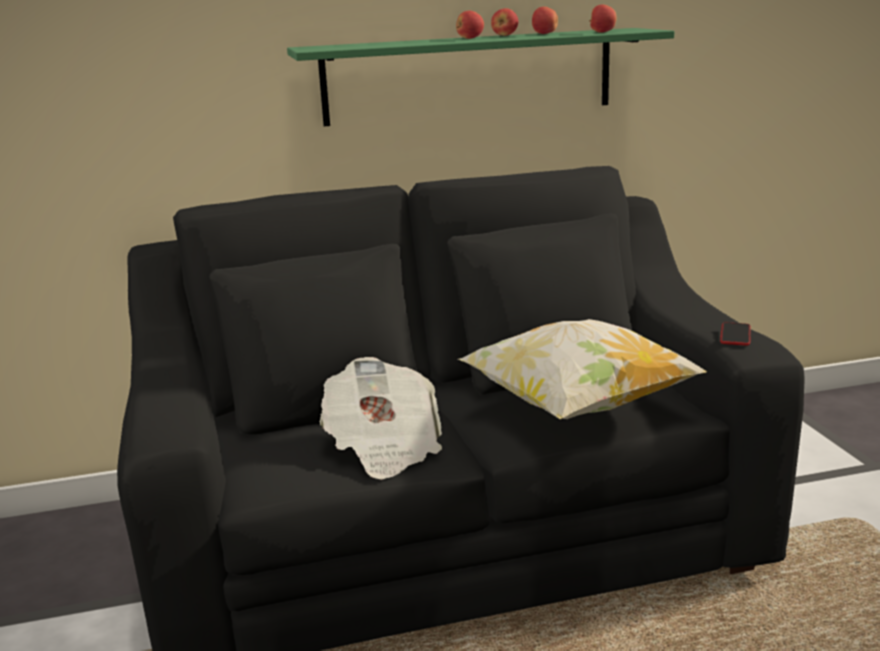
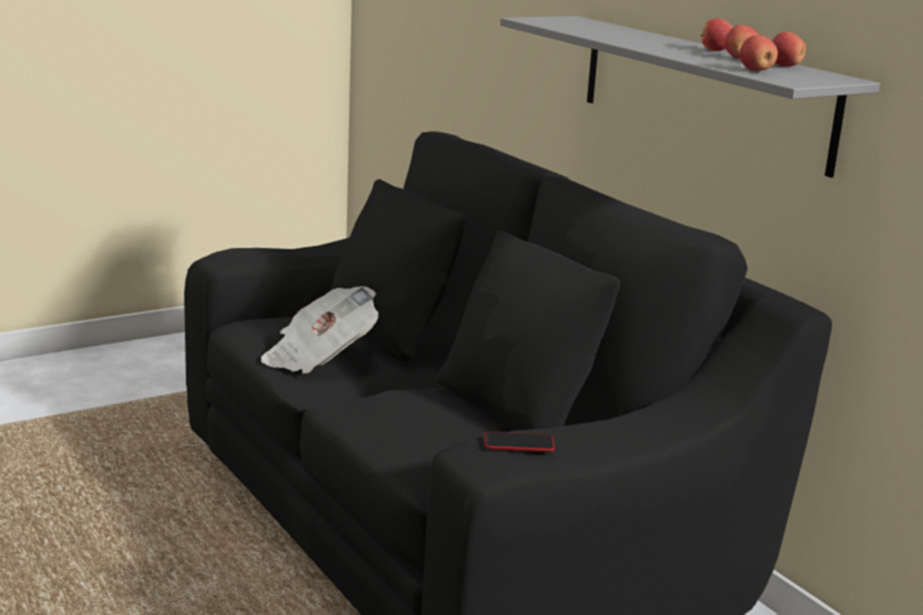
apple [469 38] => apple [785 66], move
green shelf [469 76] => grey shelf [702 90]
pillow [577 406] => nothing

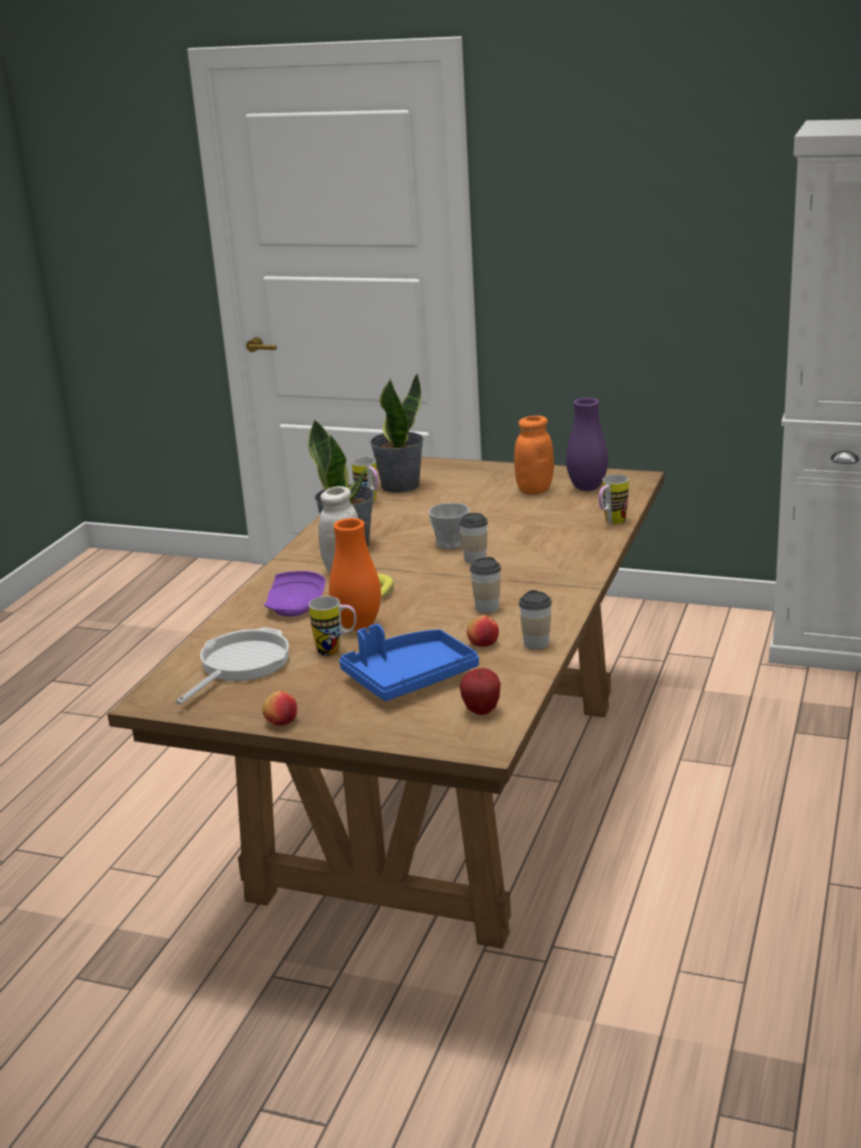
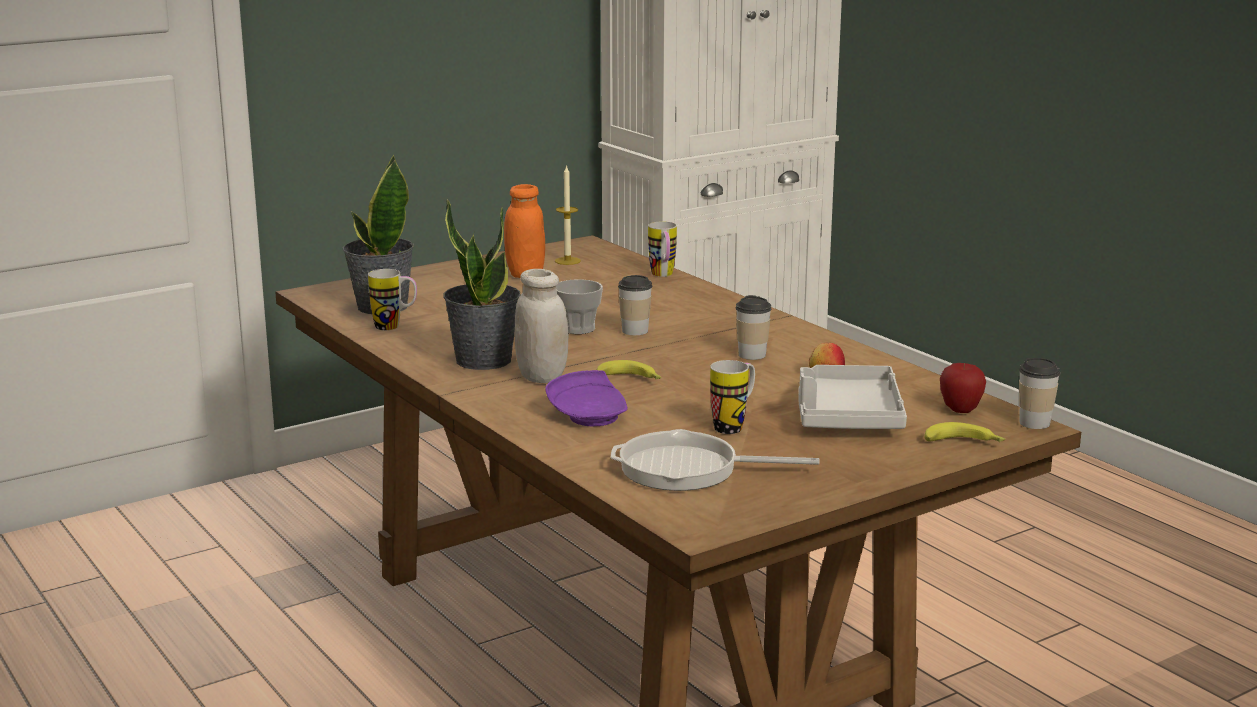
purple vase [587 488] => candle [567 261]
orange vase [358 626] => nothing
cup [536 643] => cup [1034 423], move
blue tray [409 678] => grey tray [847 416]
frying pan [240 665] => frying pan [687 469], 60 degrees counterclockwise
apple [281 721] => nothing
nothing => banana [965 443]

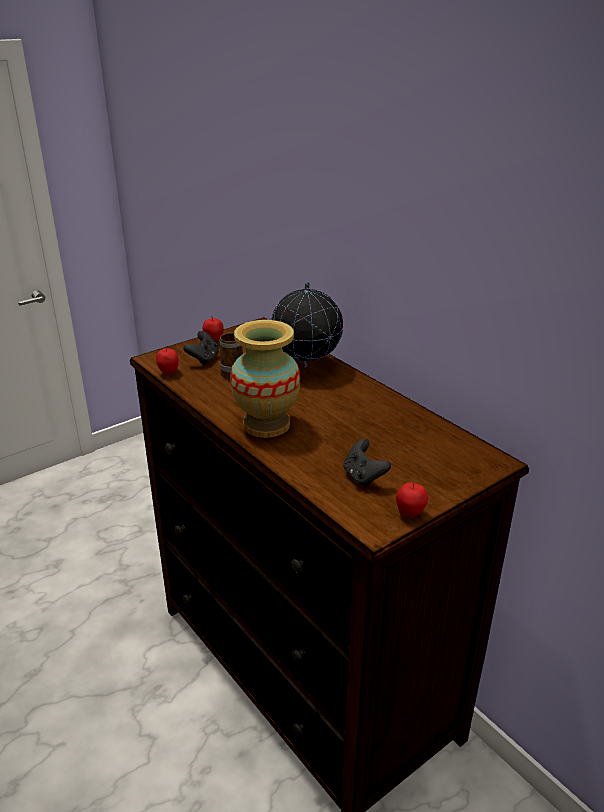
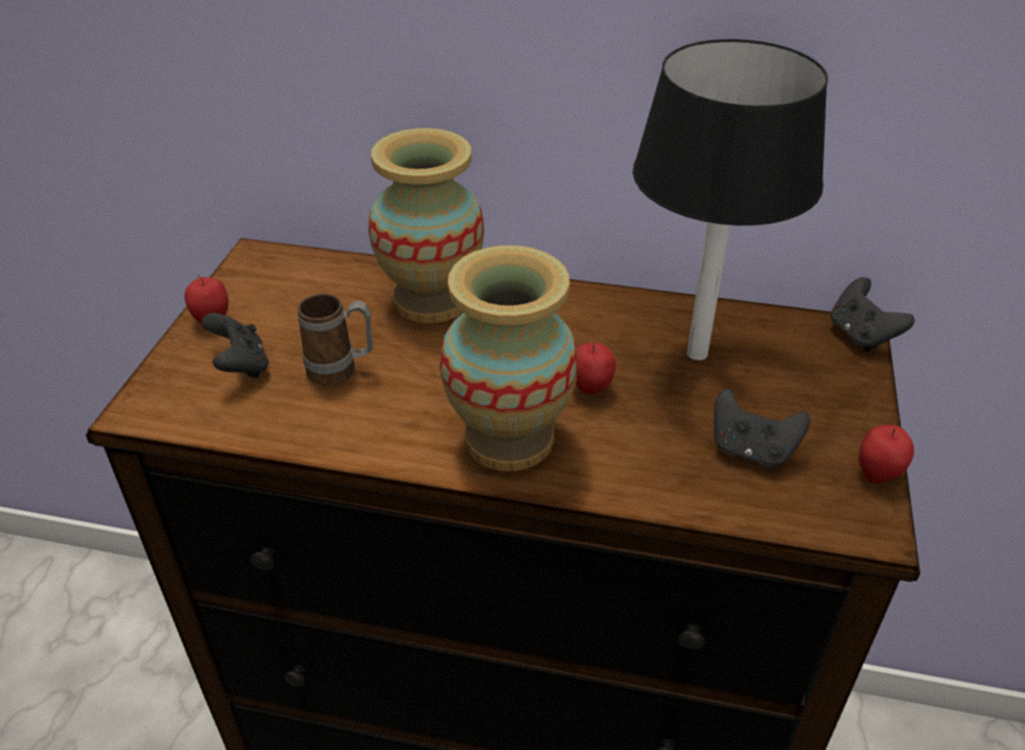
globe [307 366] => vase [431 300]
apple [168 373] => apple [590 389], move
nothing => black table lamp [698 353]
nothing => black game controller [861 335]

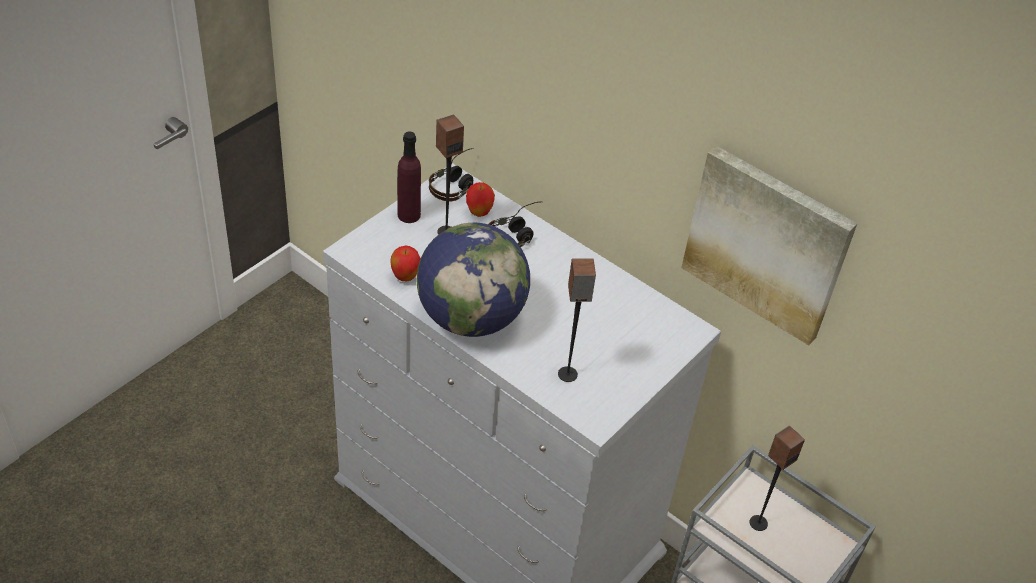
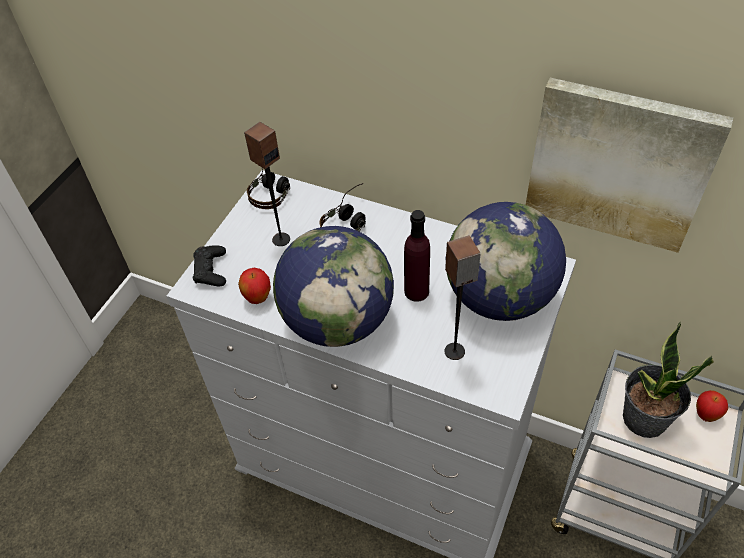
purple bottle [409 215] => purple bottle [416 291], move
apple [479 213] => apple [705 415], move
speaker [758 522] => potted plant [644 419]
nothing => globe [499 297]
nothing => black game controller [211 270]

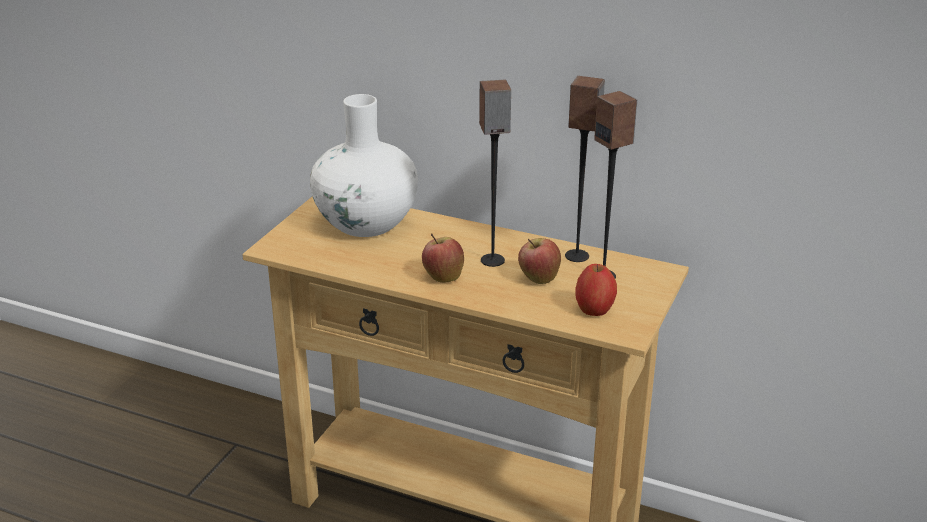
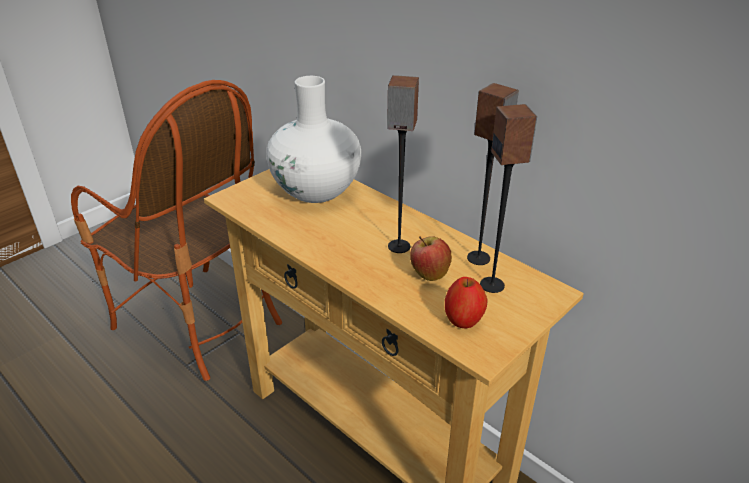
apple [443 277] => nothing
nothing => armchair [198 322]

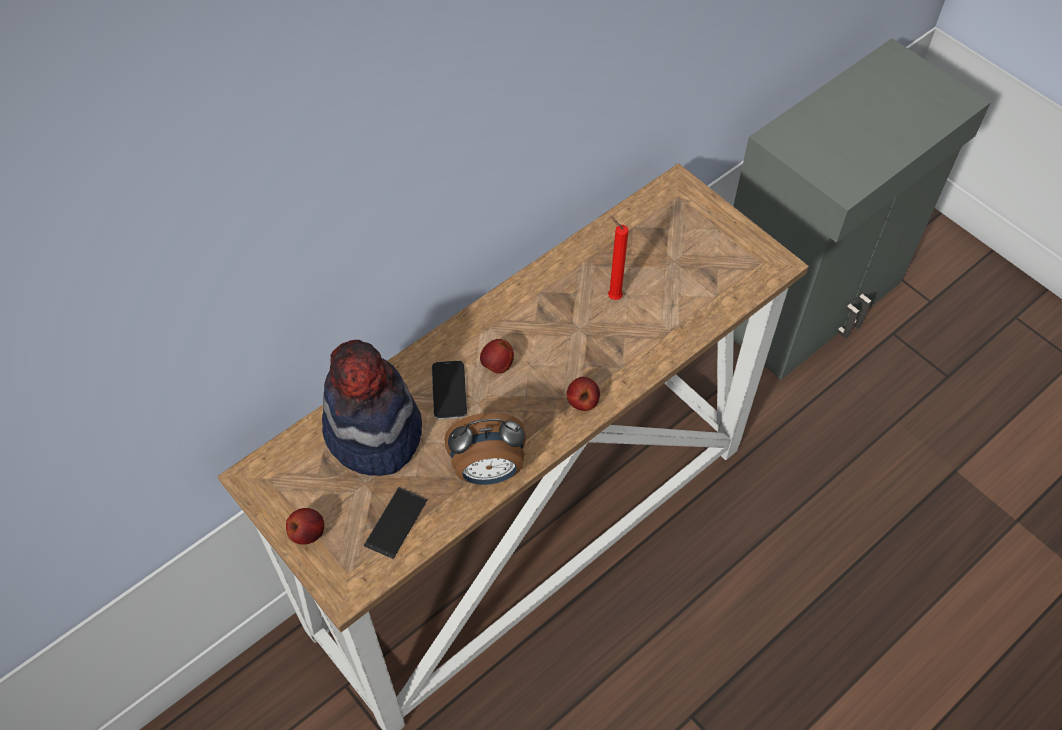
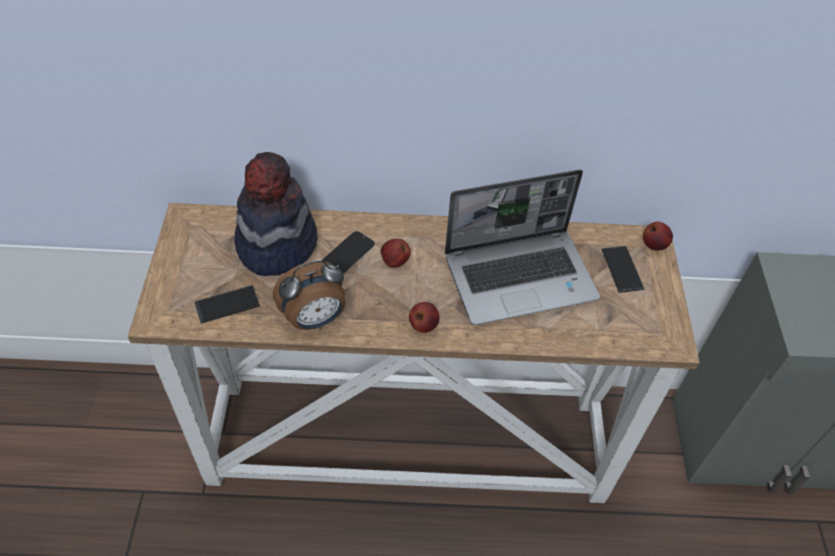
red candle [612 296] => laptop [521 276]
alarm clock [488 471] => alarm clock [314 319], 60 degrees counterclockwise
apple [308 533] => apple [654 245], move
nothing => phone [622 269]

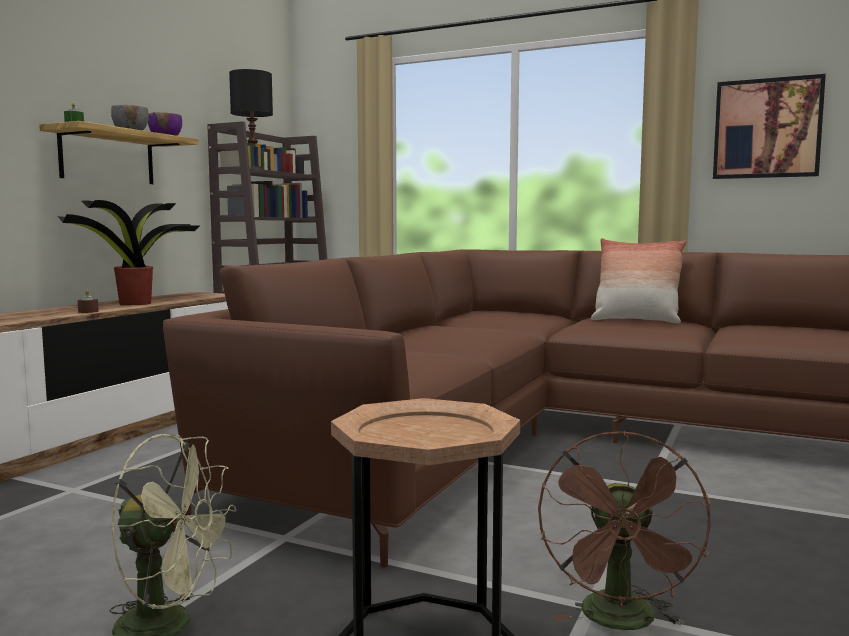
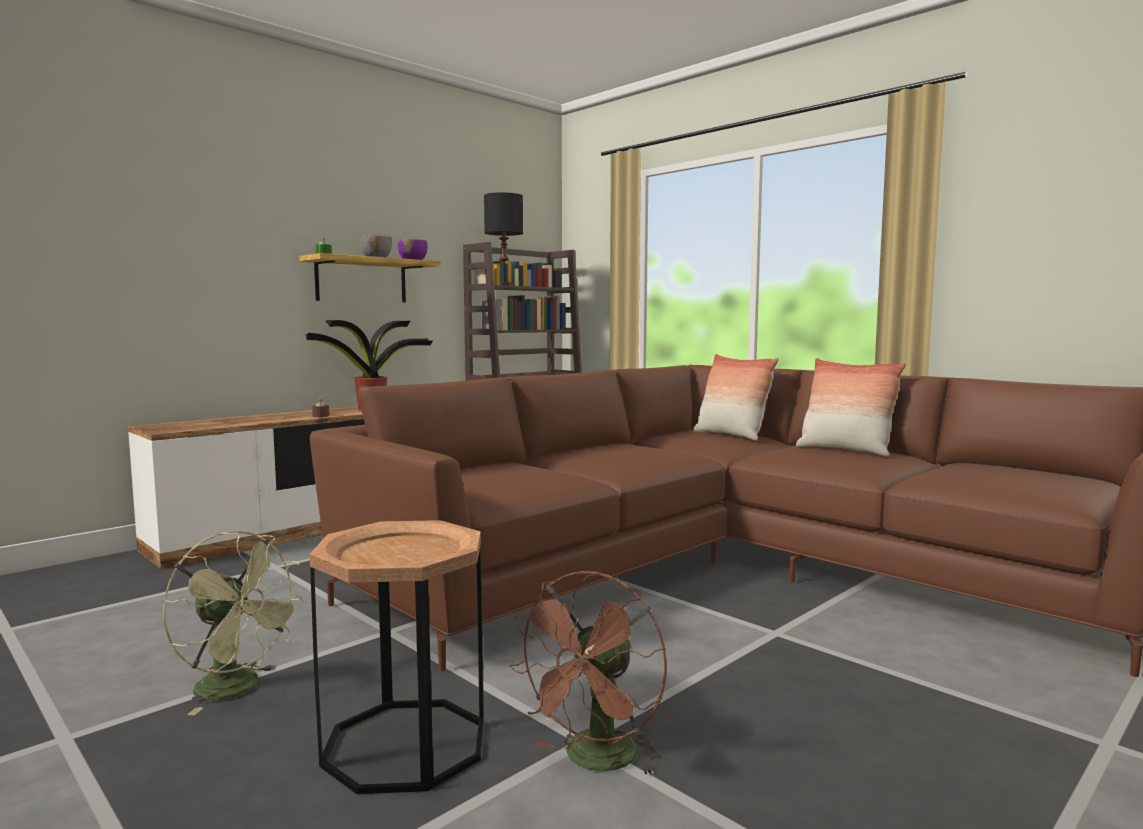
picture [767 129] => nothing
nothing => pillow [731 435]

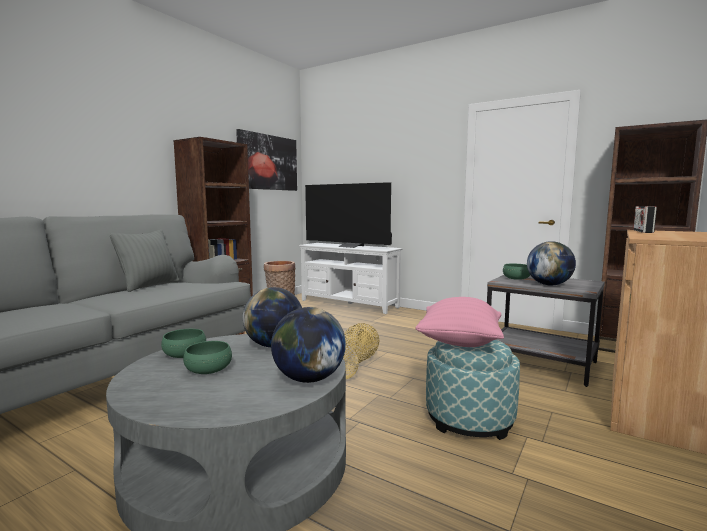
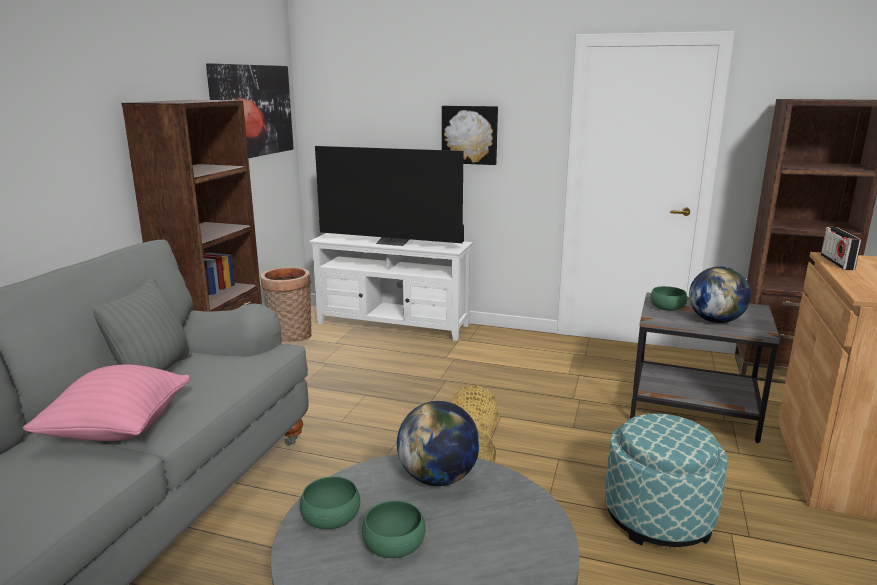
pink pillow [459 342] => pink pillow [118 429], move
globe [309 379] => nothing
nothing => picture [470 135]

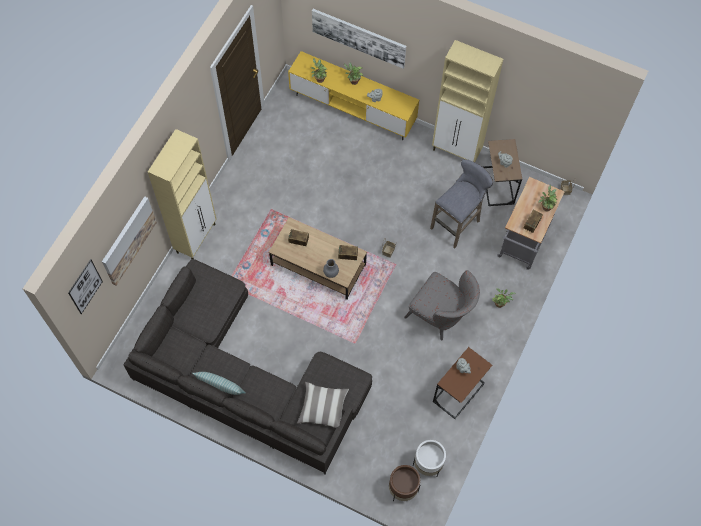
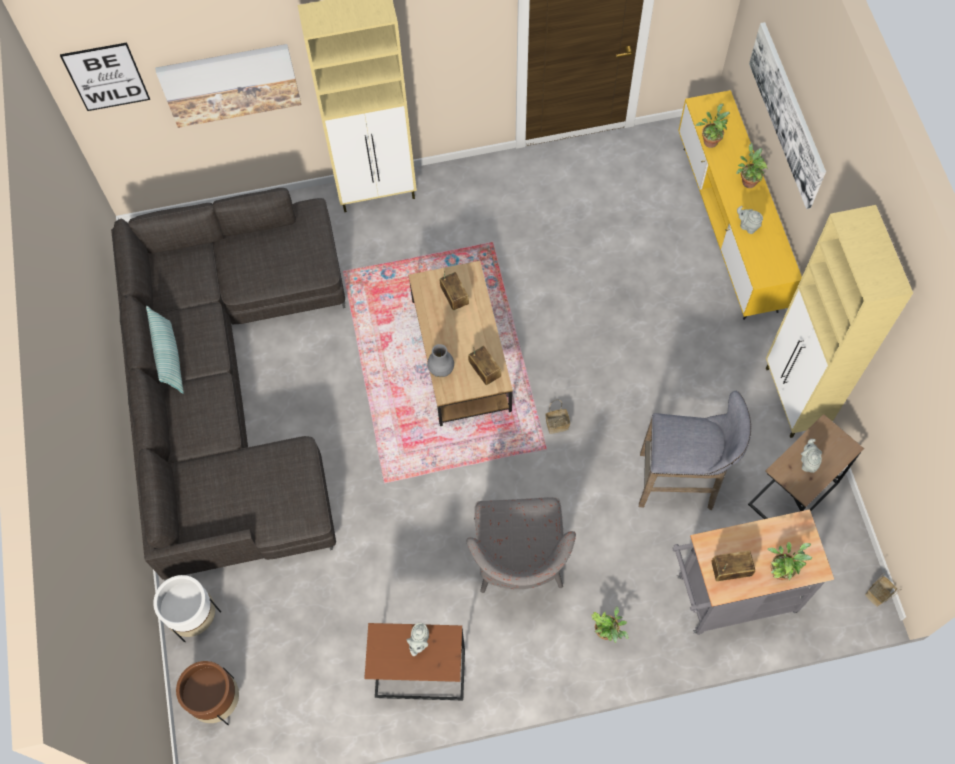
pillow [323 408] => nothing
white planter [428 464] => white planter [195 617], move

